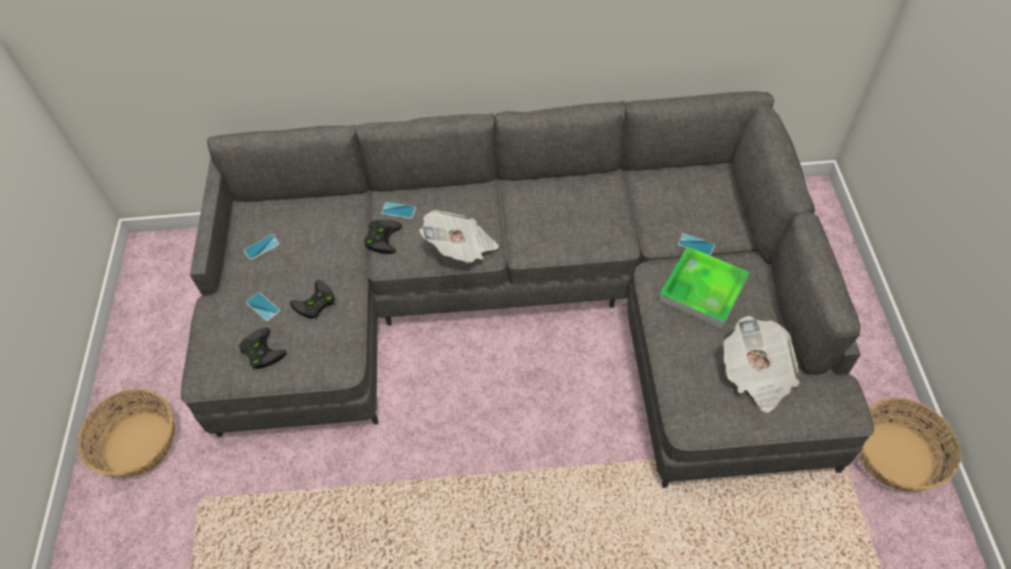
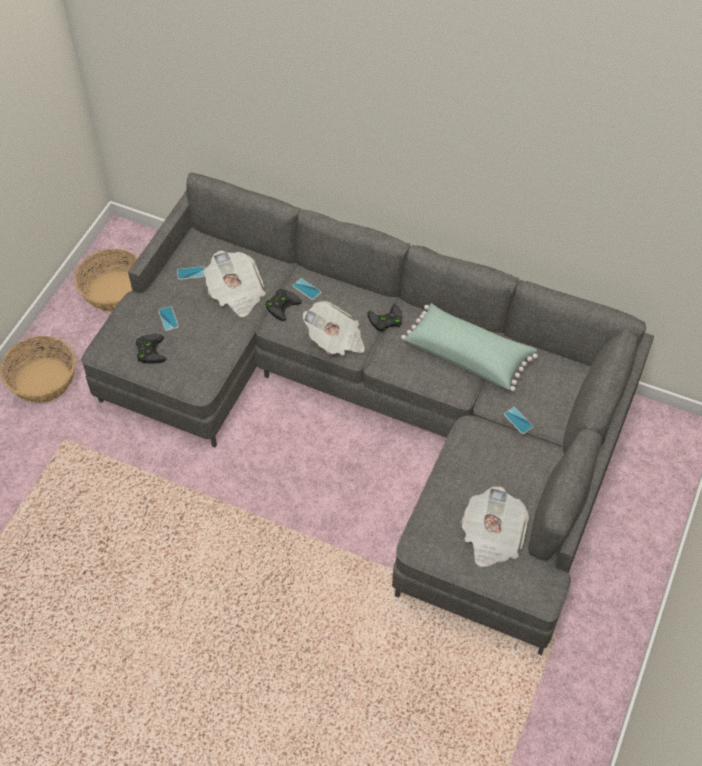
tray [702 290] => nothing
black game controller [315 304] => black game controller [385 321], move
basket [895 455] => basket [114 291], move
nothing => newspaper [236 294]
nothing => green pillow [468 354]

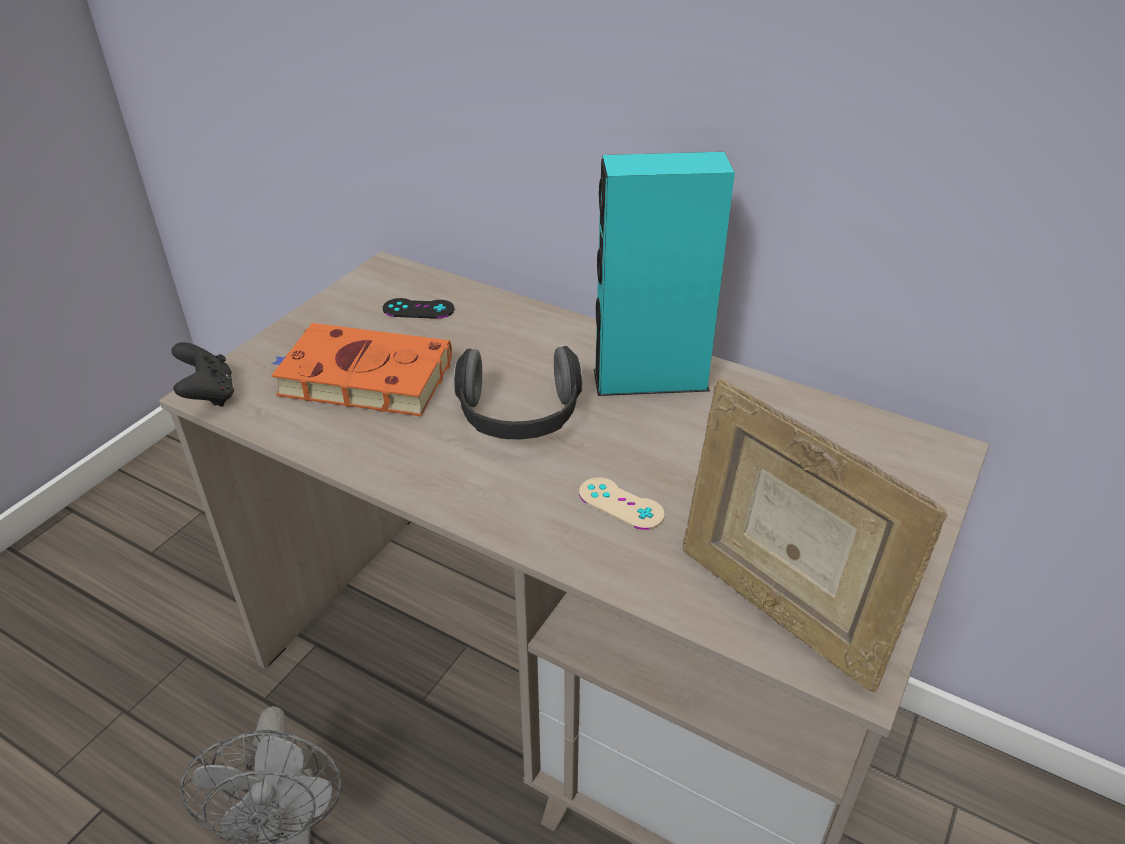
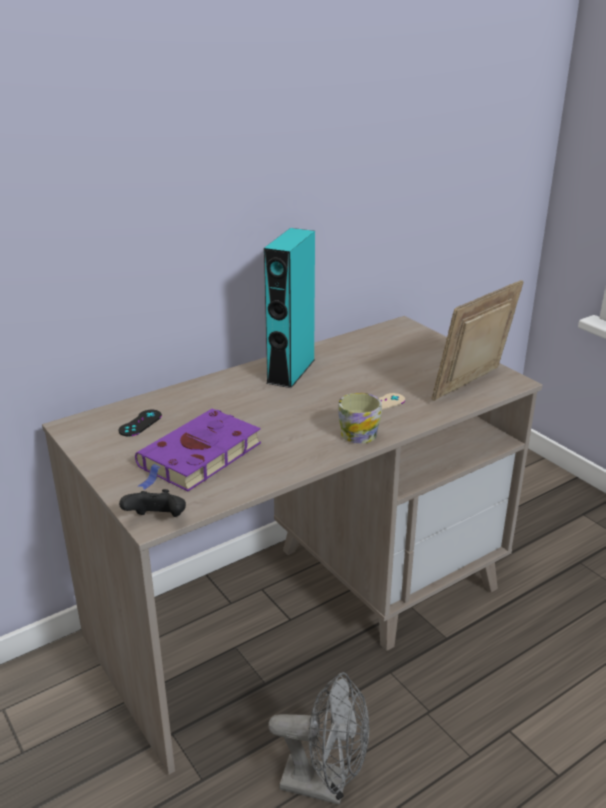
orange book [361 377] => purple book [198 457]
headphones [519 418] => nothing
picture frame [776 609] => picture frame [472 386], 150 degrees clockwise
nothing => mug [359 432]

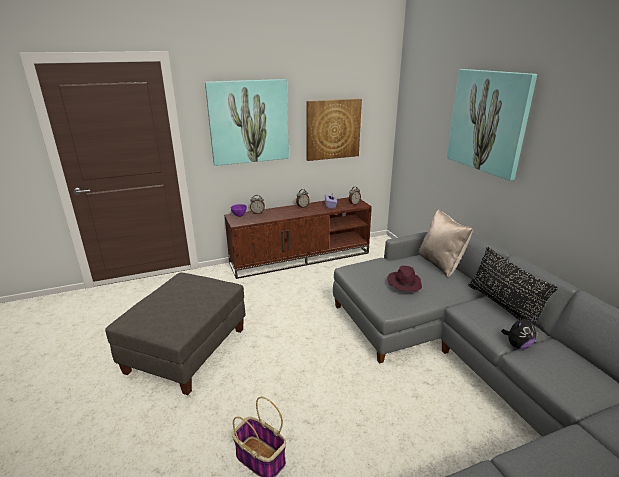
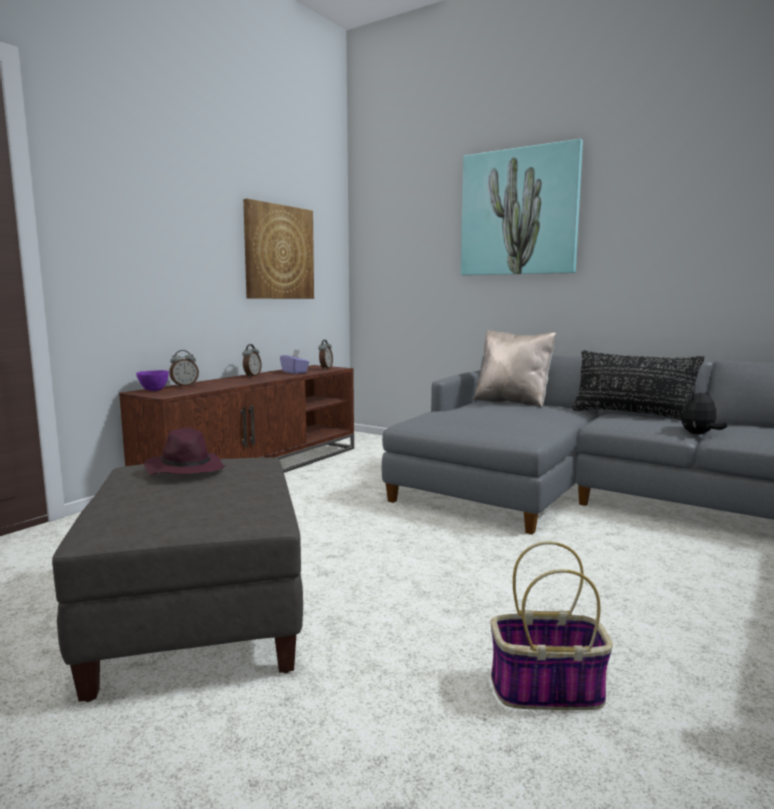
picture [248 122] => nothing
purple hat [404 283] => purple hat [185 470], move
plush toy [517 345] => plush toy [699 434], 150 degrees counterclockwise

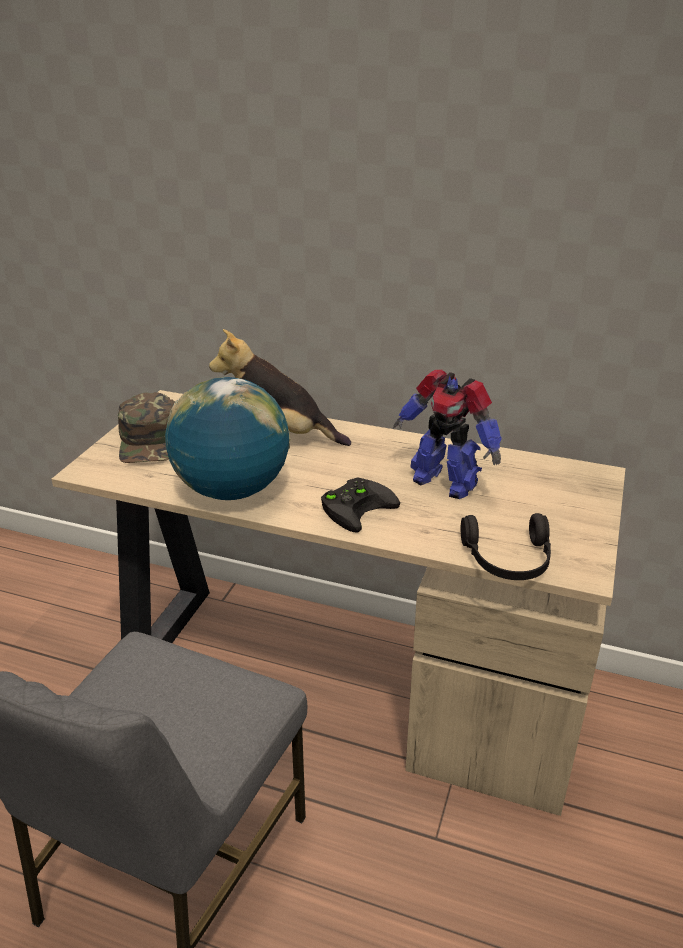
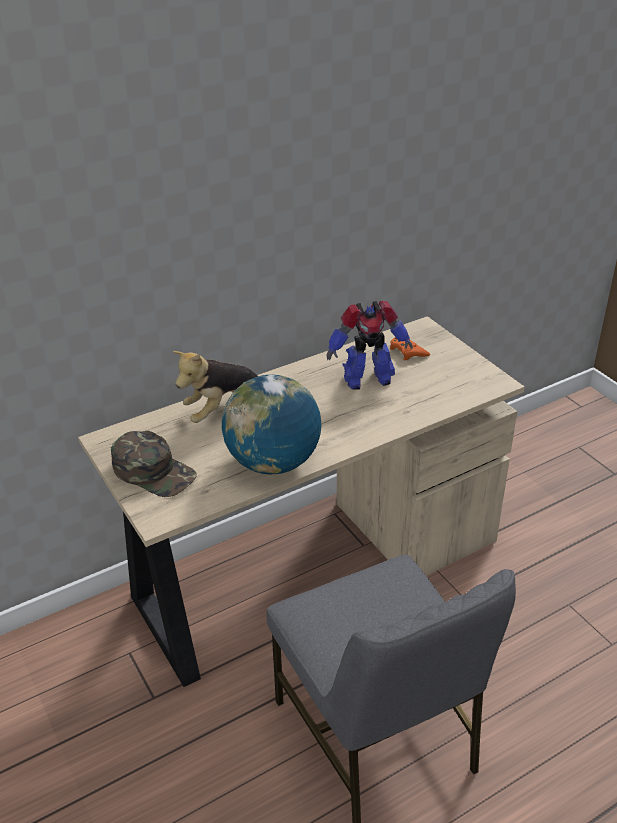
black game controller [357 506] => nothing
black headphones [508 560] => nothing
nothing => orange game controller [408 351]

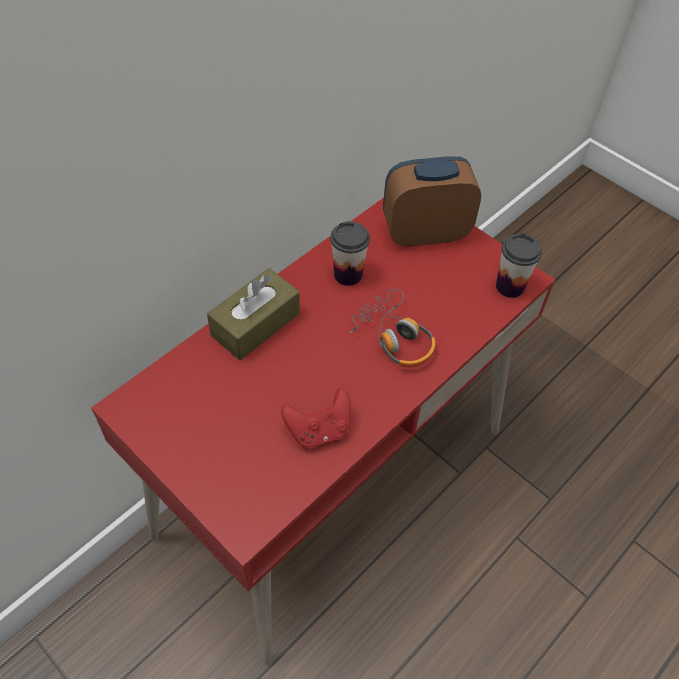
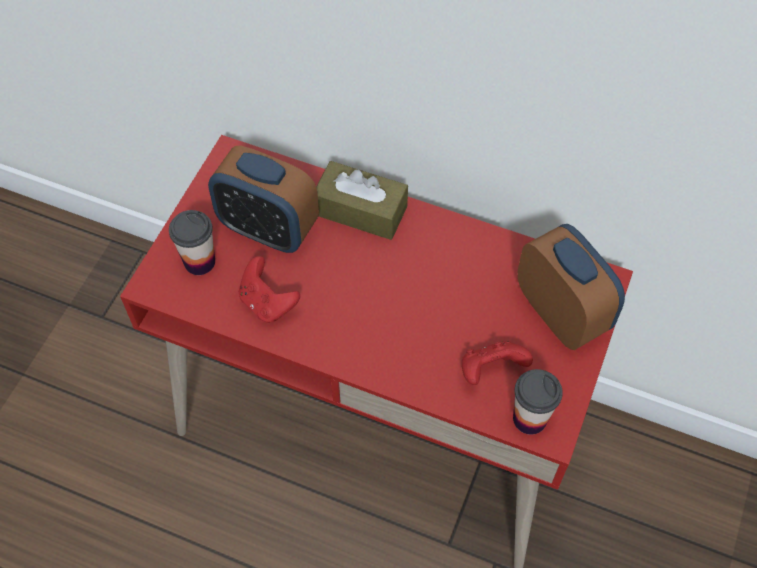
cup [348 275] => cup [199 262], move
headphones [395 337] => nothing
nothing => alarm clock [268 229]
nothing => red game controller [490 370]

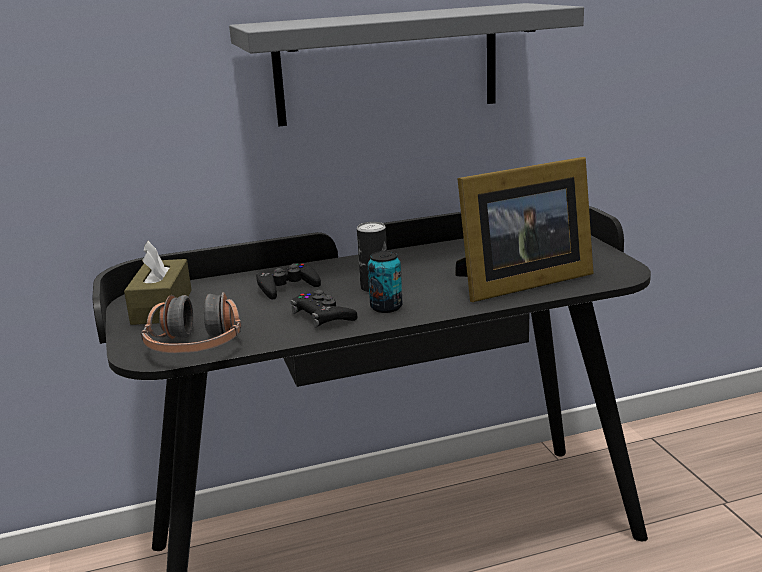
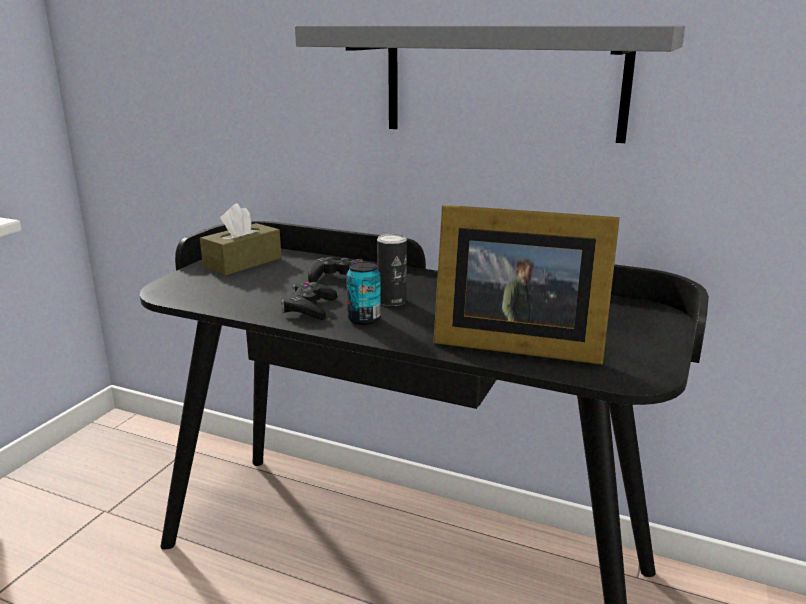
headphones [196 346] => nothing

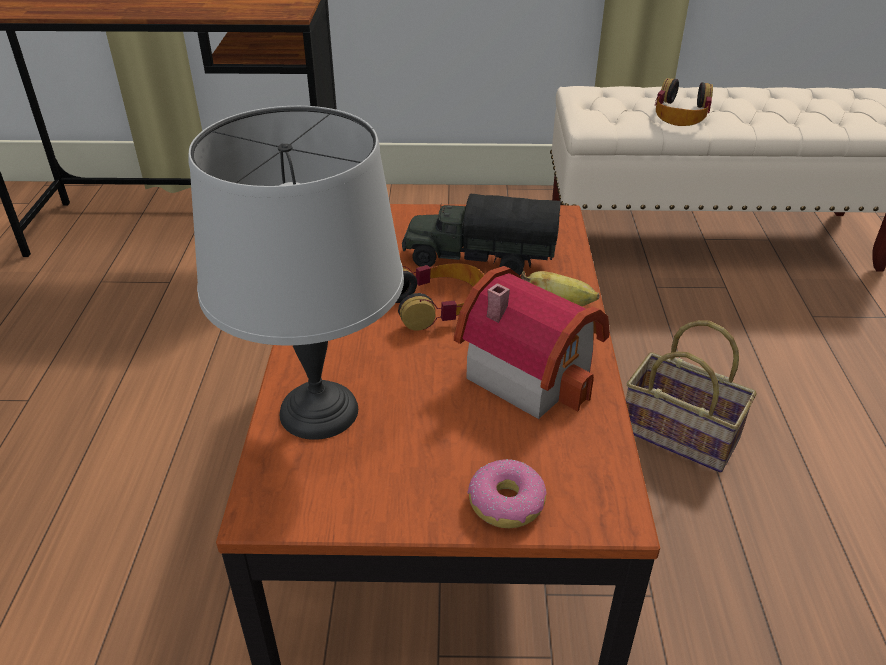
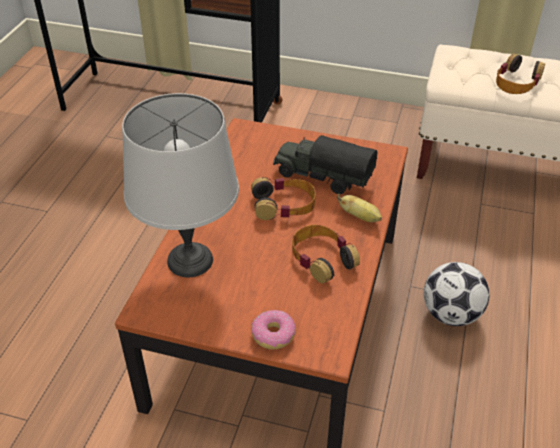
toy house [530 370] => headphones [321 258]
basket [682 434] => football [451 314]

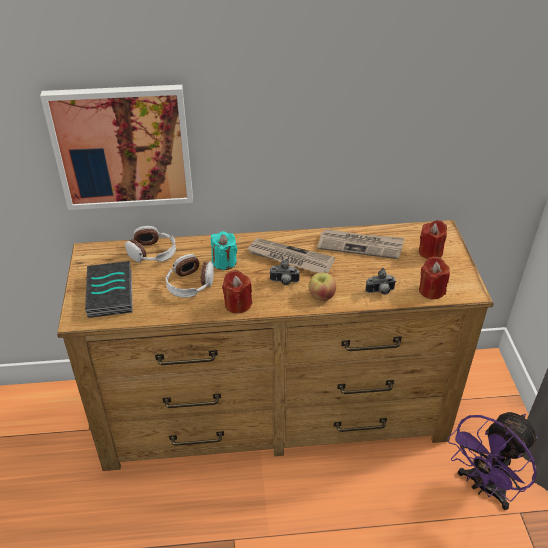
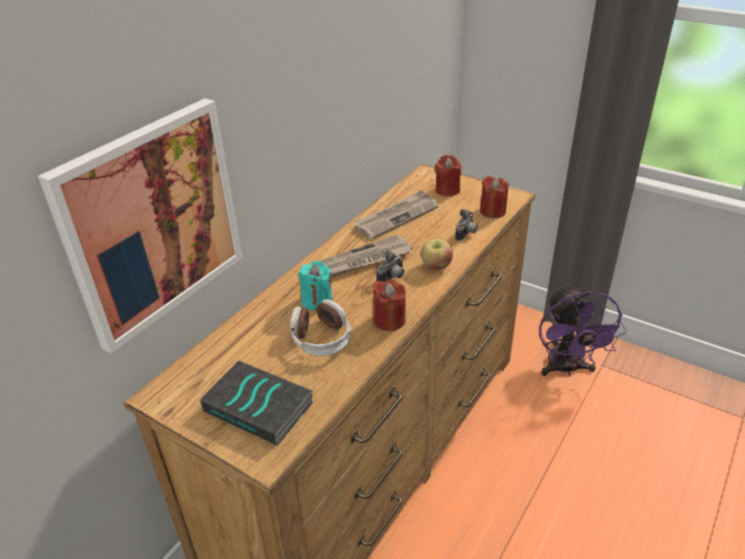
headphones [152 253] => nothing

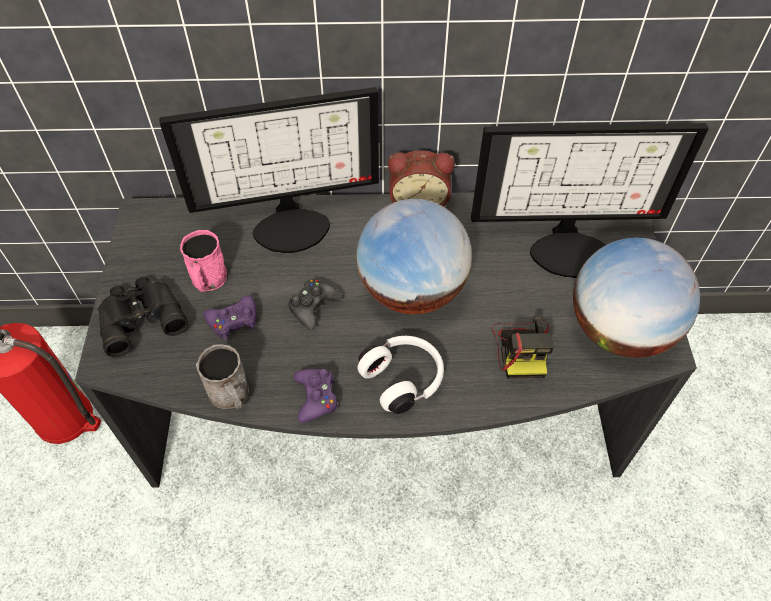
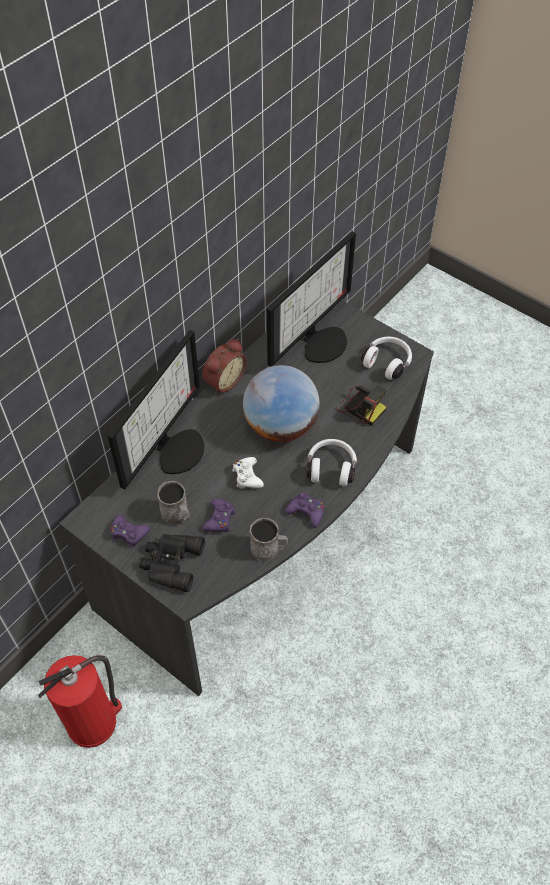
pink mug [208 280] => grey mug [177 515]
globe [619 330] => white headphones [387 362]
black game controller [313 307] => white game controller [247 476]
nothing => purple game controller [128 533]

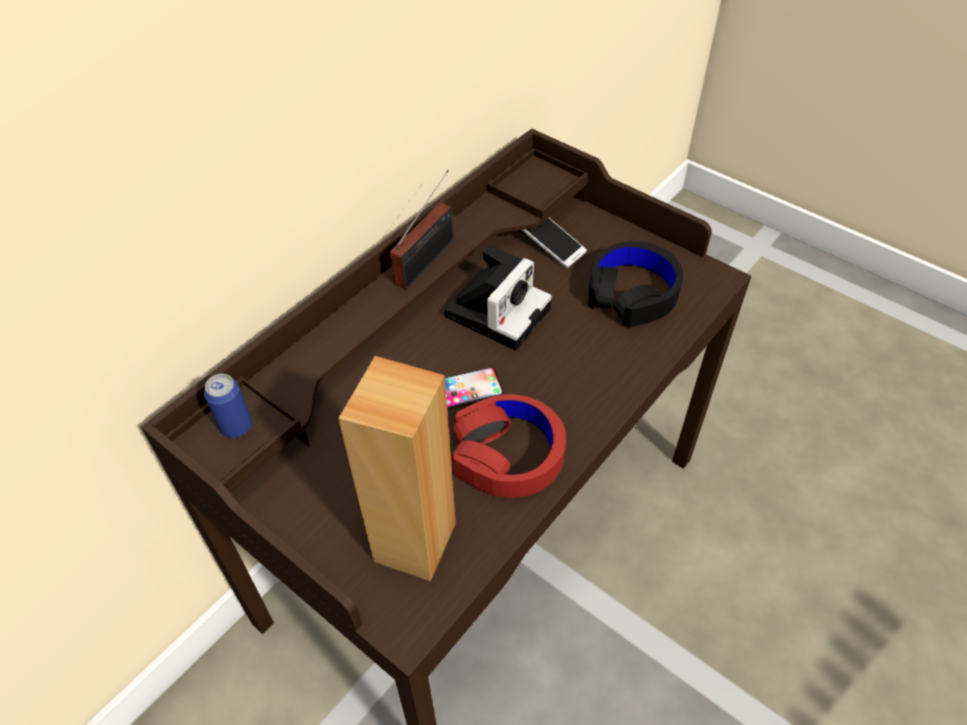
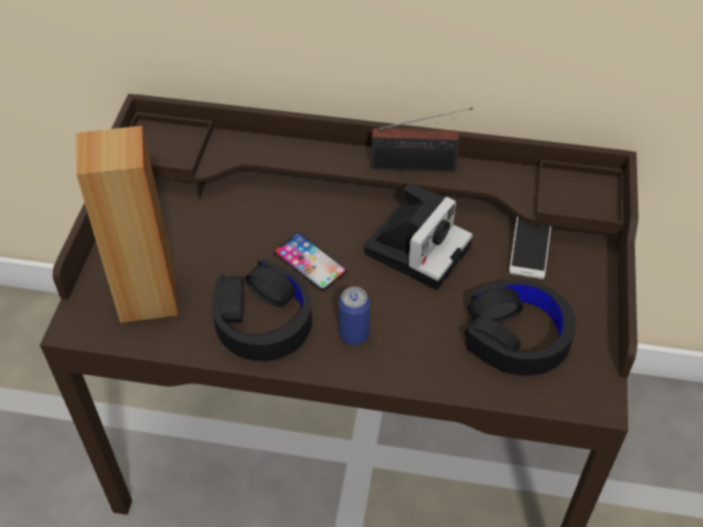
photo camera [498 309] => photo camera [418 247], 60 degrees counterclockwise
can [236 426] => can [354 335], move
red headphones [508 455] => black headphones [262 320]

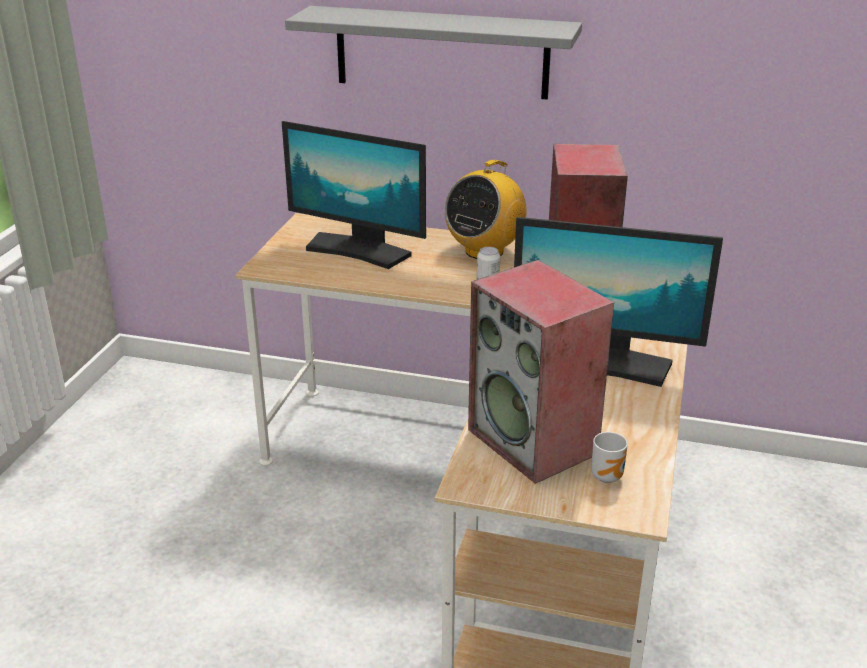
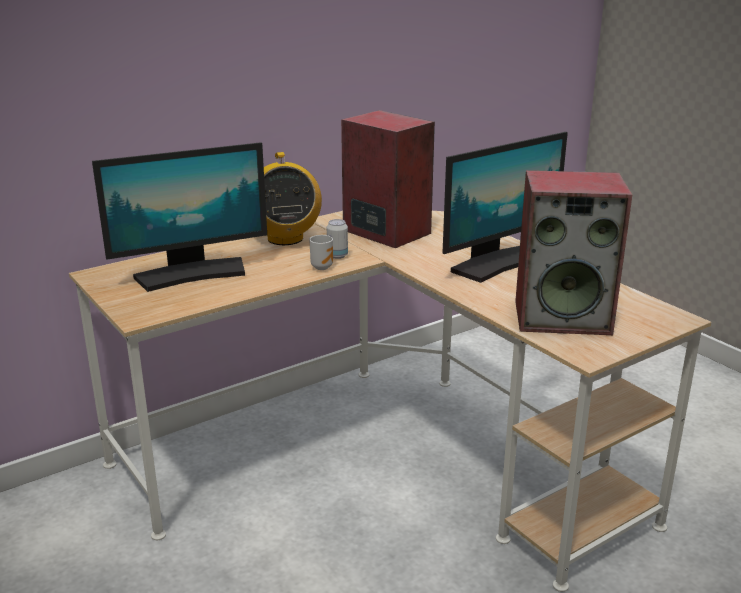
grey shelf [441 52] => nothing
mug [609 476] => mug [322 267], move

